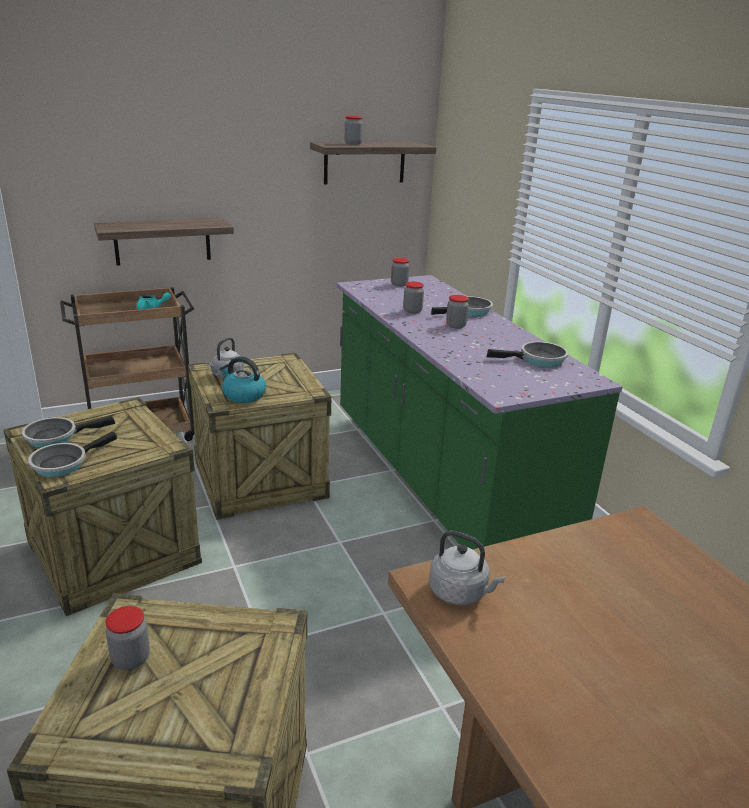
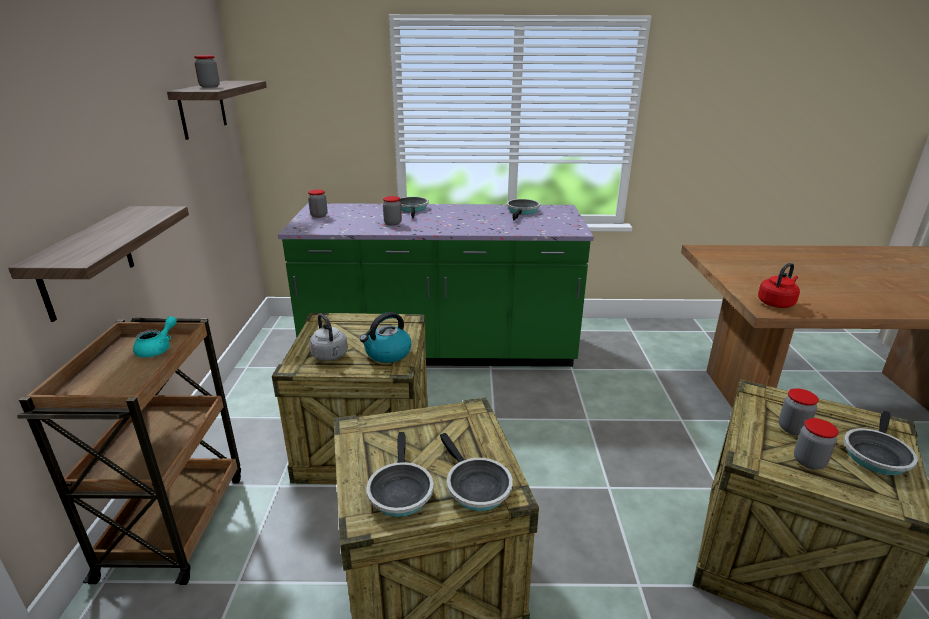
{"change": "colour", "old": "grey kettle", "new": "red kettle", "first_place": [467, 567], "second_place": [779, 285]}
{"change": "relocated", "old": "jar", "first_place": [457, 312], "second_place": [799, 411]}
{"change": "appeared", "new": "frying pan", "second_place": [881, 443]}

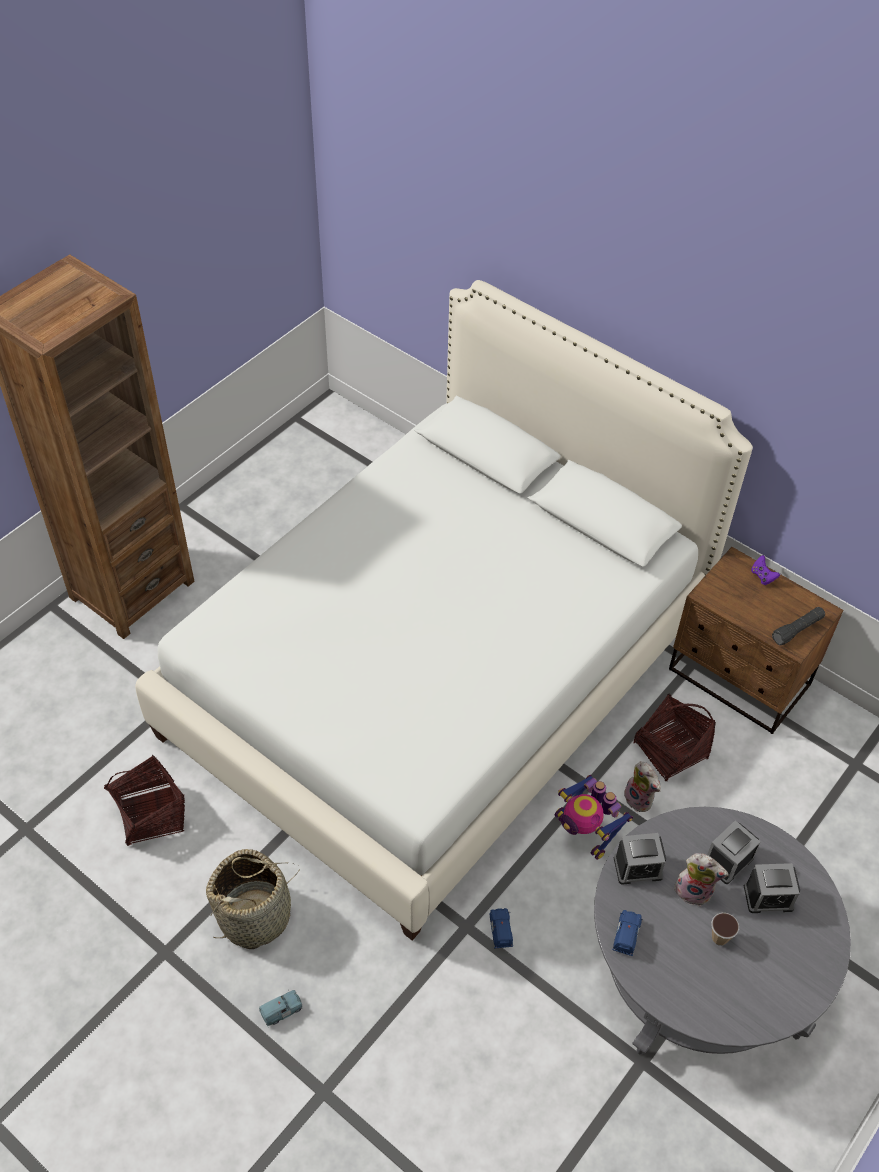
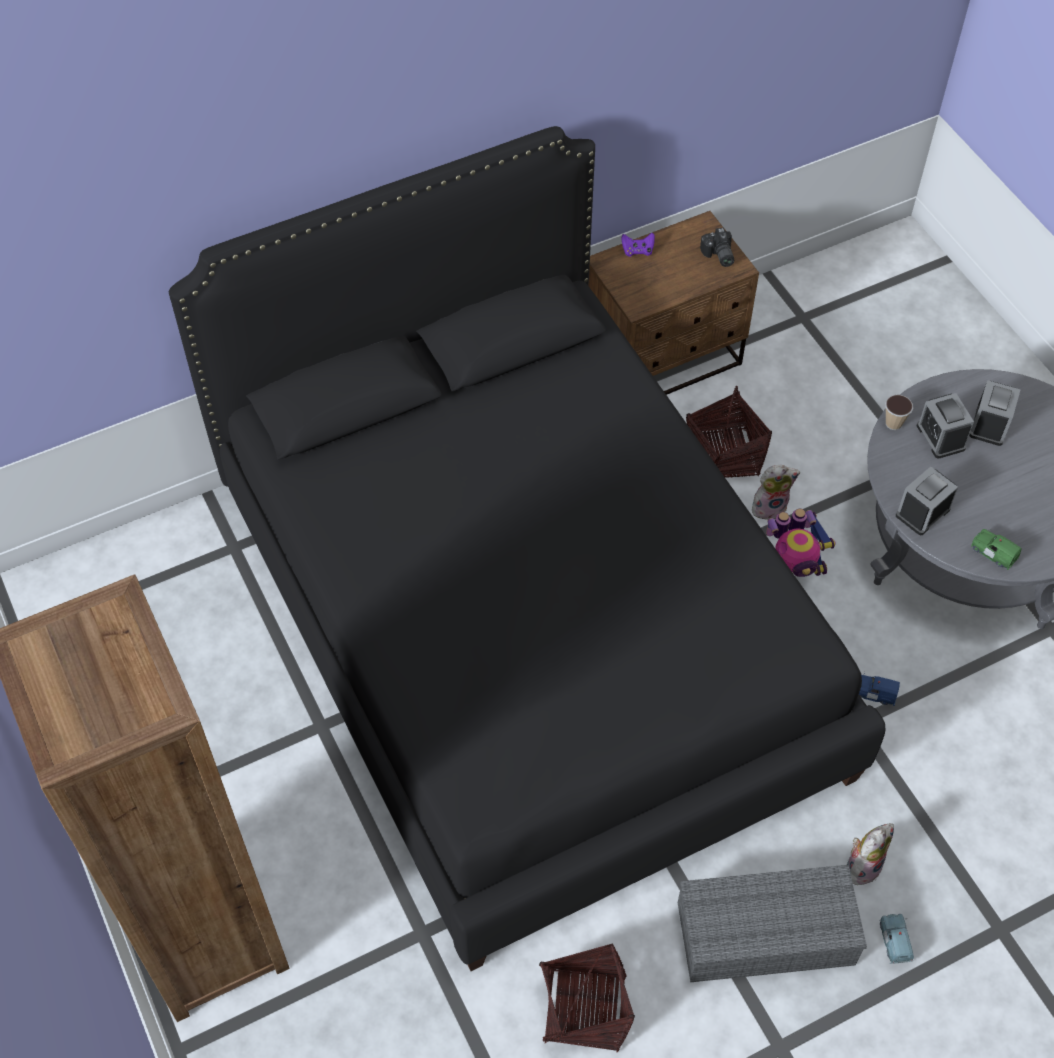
{"change": "colour", "old": "white bed", "new": "black bed", "first_place": [444, 610], "second_place": [527, 548]}
{"change": "exchanged", "old": "basket", "new": "grey storage box", "first_place": [252, 899], "second_place": [772, 923]}
{"change": "colour", "old": "blue toy car", "new": "green toy car", "first_place": [627, 933], "second_place": [996, 549]}
{"change": "spun", "old": "alarm clock", "first_place": [640, 859], "second_place": [927, 500], "degrees": -150}
{"change": "relocated", "old": "plush toy", "first_place": [701, 879], "second_place": [870, 854]}
{"change": "relocated", "old": "cup", "first_place": [725, 929], "second_place": [899, 412]}
{"change": "exchanged", "old": "black flashlight", "new": "photo camera", "first_place": [798, 626], "second_place": [717, 247]}

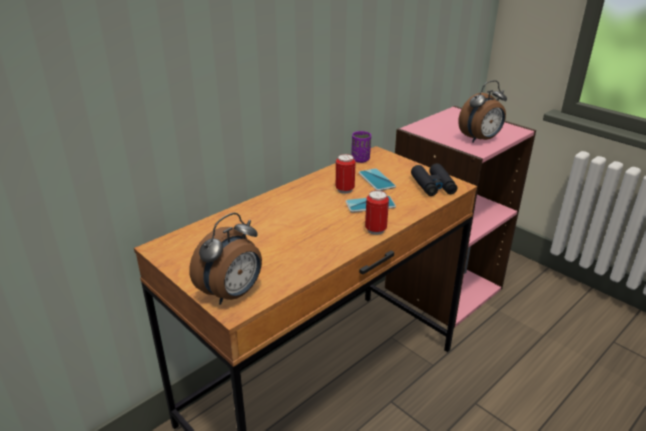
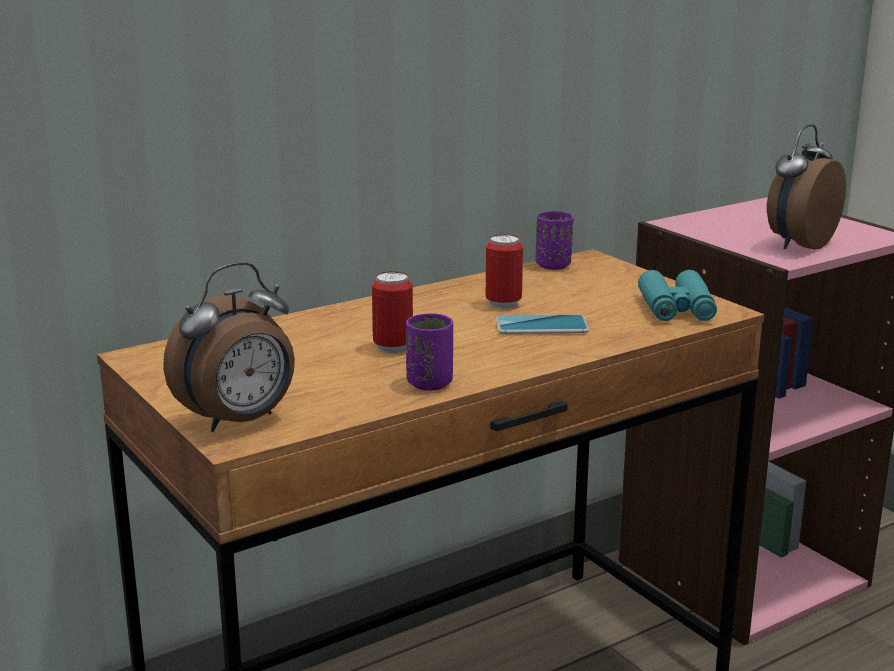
{"change": "missing", "old": "phone", "first_place": [377, 179]}
{"change": "relocated", "old": "can", "first_place": [377, 212], "second_place": [392, 312]}
{"change": "colour", "old": "black binoculars", "new": "turquoise binoculars", "first_place": [434, 179], "second_place": [677, 295]}
{"change": "spun", "old": "alarm clock", "first_place": [482, 111], "second_place": [806, 187], "degrees": 150}
{"change": "appeared", "new": "purple cup", "second_place": [429, 352]}

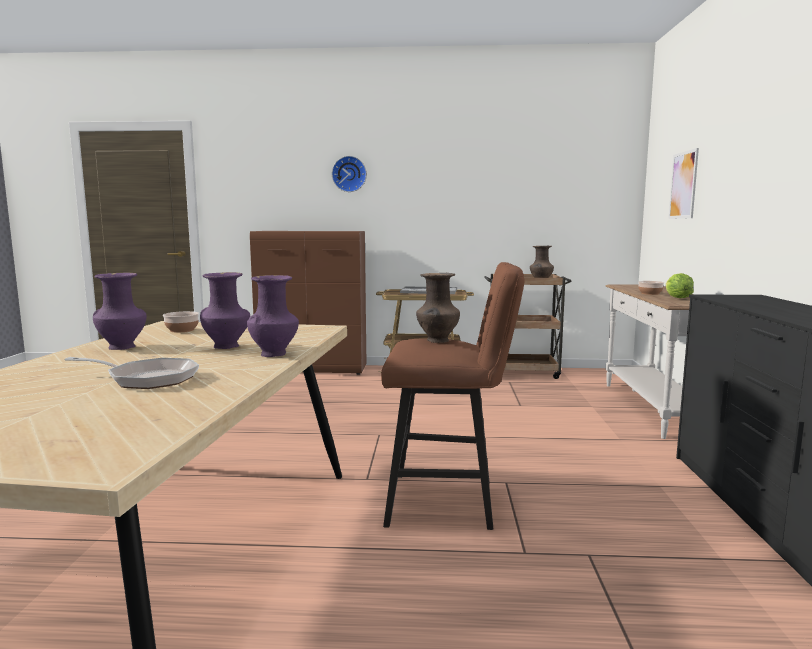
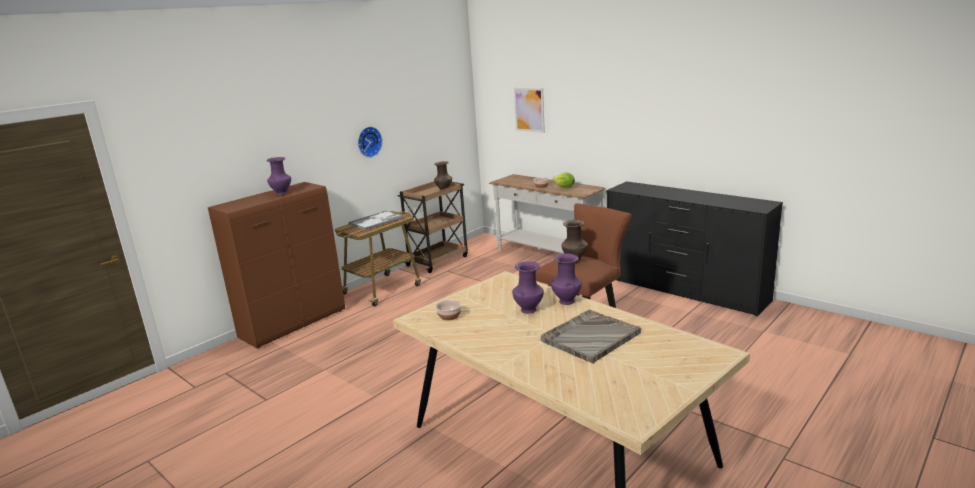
{"change": "exchanged", "old": "frying pan", "new": "grey tray", "first_place": [131, 373], "second_place": [591, 336]}
{"change": "relocated", "old": "purple vase", "first_place": [120, 311], "second_place": [278, 176]}
{"change": "relocated", "old": "wall clock", "first_place": [349, 174], "second_place": [370, 142]}

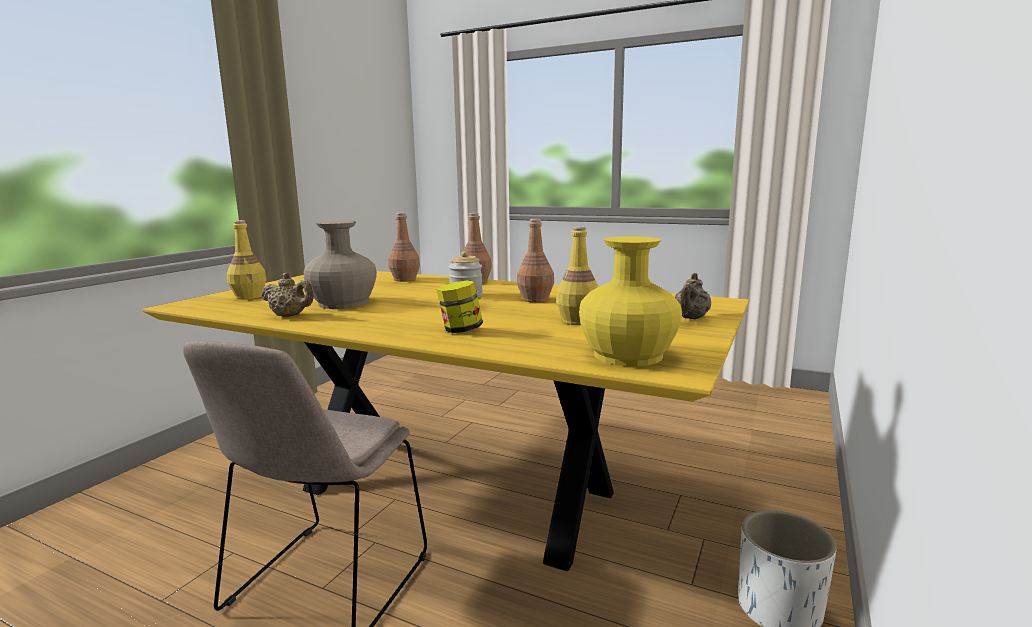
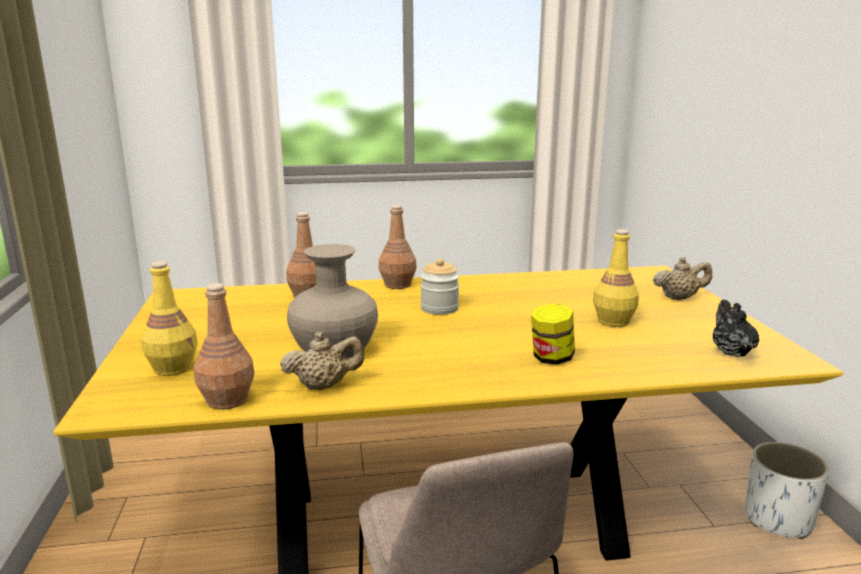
{"change": "relocated", "old": "brown bottle", "first_place": [535, 260], "second_place": [224, 346]}
{"change": "exchanged", "old": "yellow vase", "new": "black teapot", "first_place": [630, 301], "second_place": [736, 328]}
{"change": "spun", "old": "beige teapot", "first_place": [693, 296], "second_place": [682, 278], "degrees": -90}

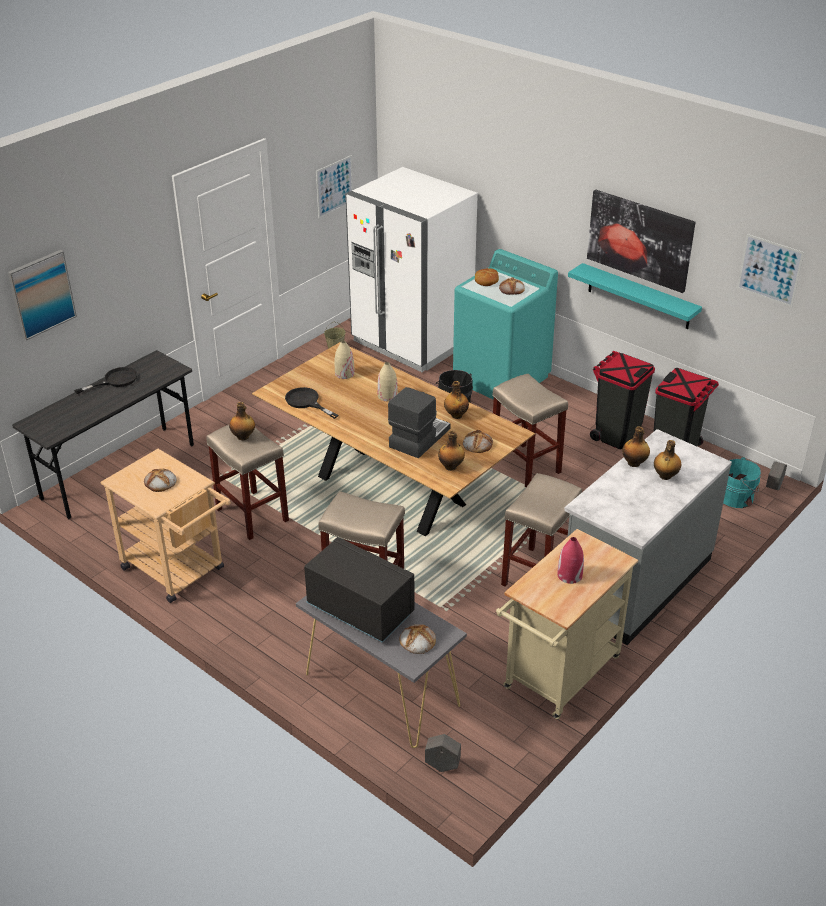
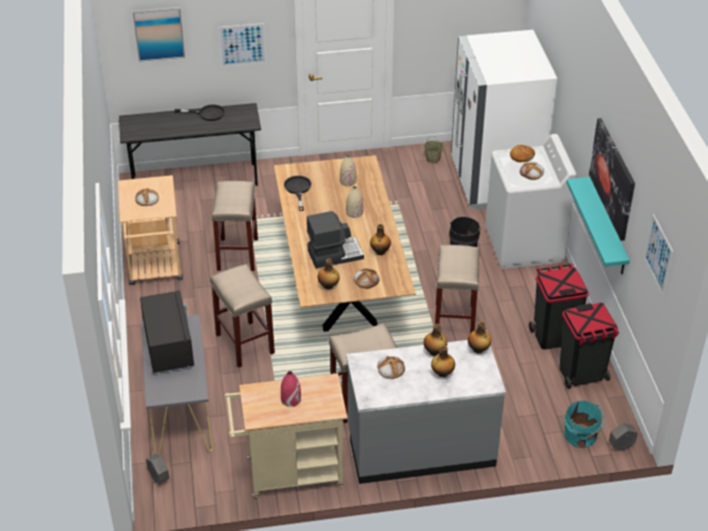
{"change": "relocated", "old": "bottle", "first_place": [242, 421], "second_place": [479, 337]}
{"change": "relocated", "old": "picture", "first_place": [334, 186], "second_place": [242, 45]}
{"change": "relocated", "old": "bread", "first_place": [417, 639], "second_place": [391, 367]}
{"change": "colour", "old": "turquoise washing machine", "new": "white washing machine", "first_place": [505, 324], "second_place": [531, 201]}

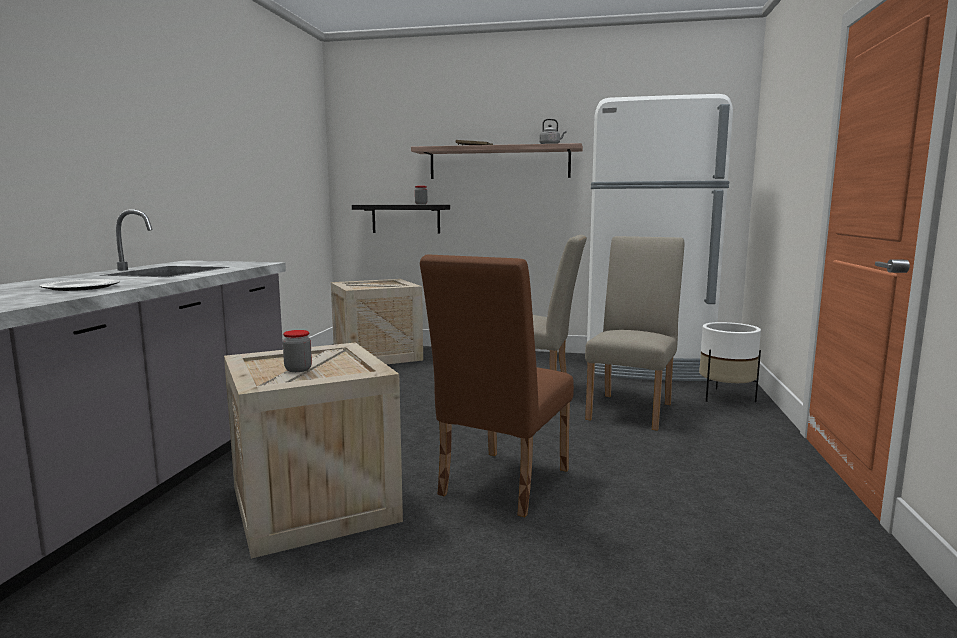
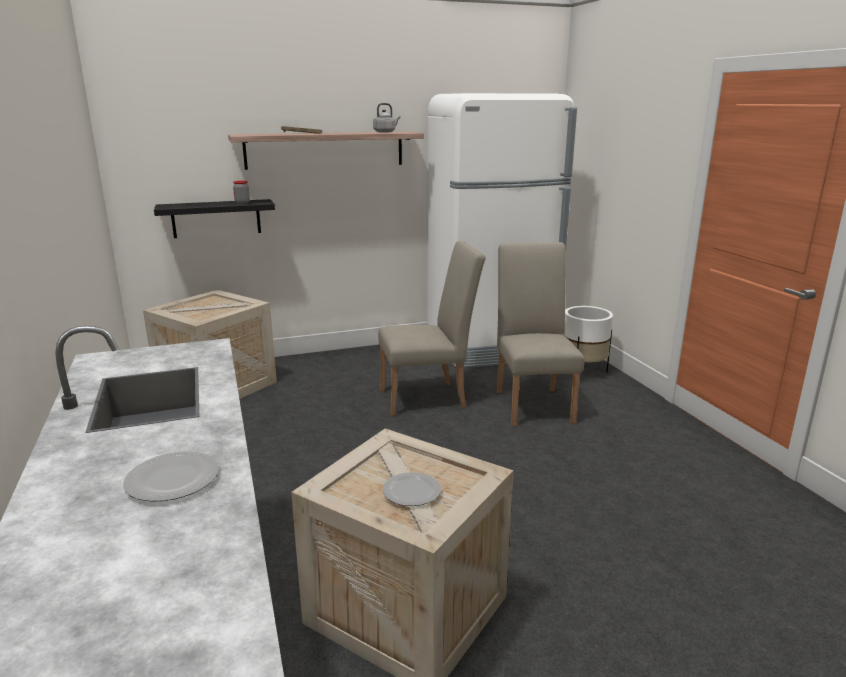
{"change": "exchanged", "old": "jar", "new": "plate", "first_place": [297, 351], "second_place": [412, 489]}
{"change": "missing", "old": "brown chair", "first_place": [497, 386]}

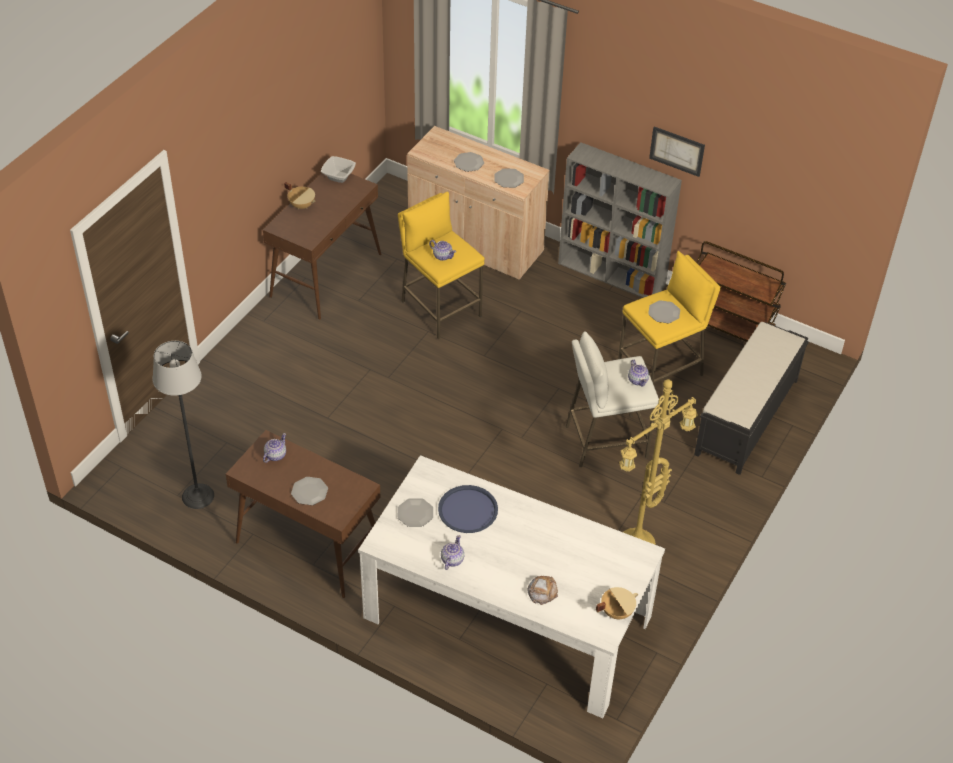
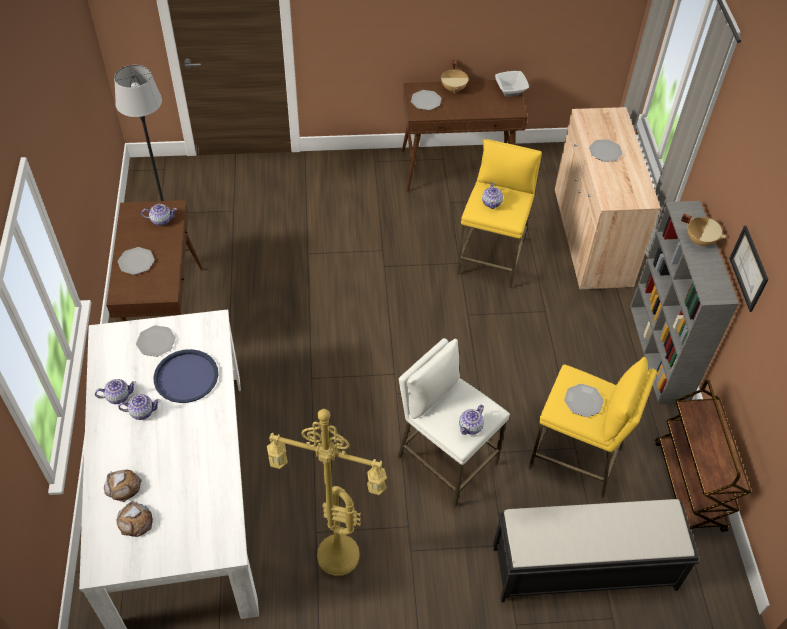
{"change": "relocated", "old": "plate", "first_place": [509, 178], "second_place": [426, 100]}
{"change": "relocated", "old": "beige cooking pot", "first_place": [617, 603], "second_place": [703, 230]}
{"change": "appeared", "new": "bread", "second_place": [134, 519]}
{"change": "appeared", "new": "teapot", "second_place": [139, 407]}

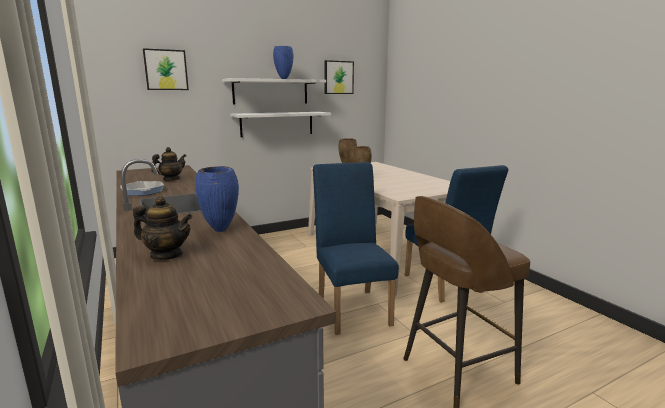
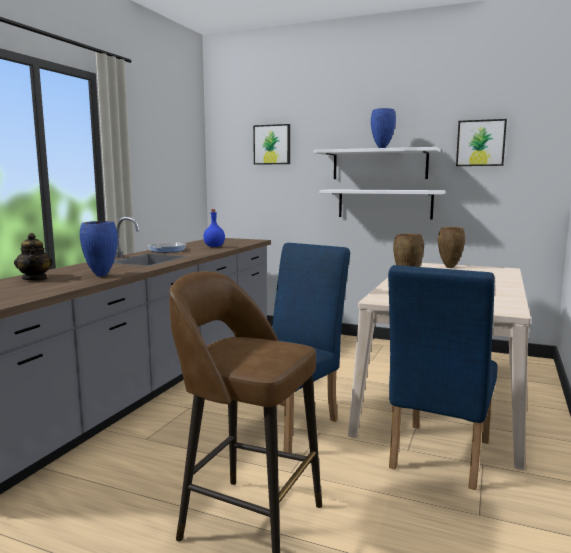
{"change": "exchanged", "old": "teapot", "new": "blue bottle", "first_place": [168, 164], "second_place": [214, 228]}

